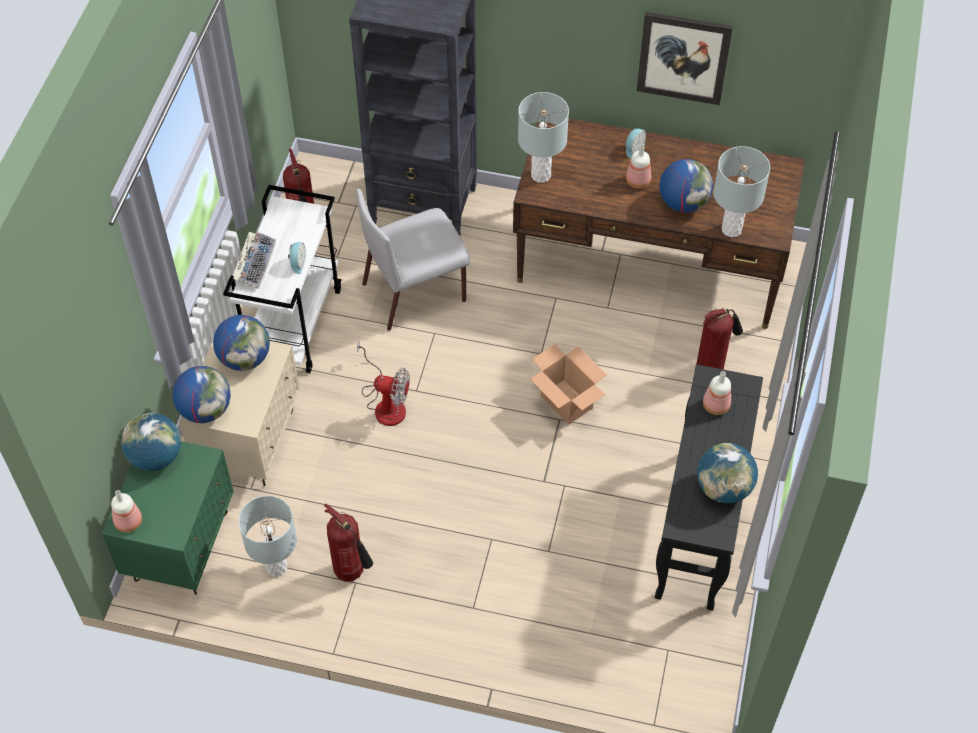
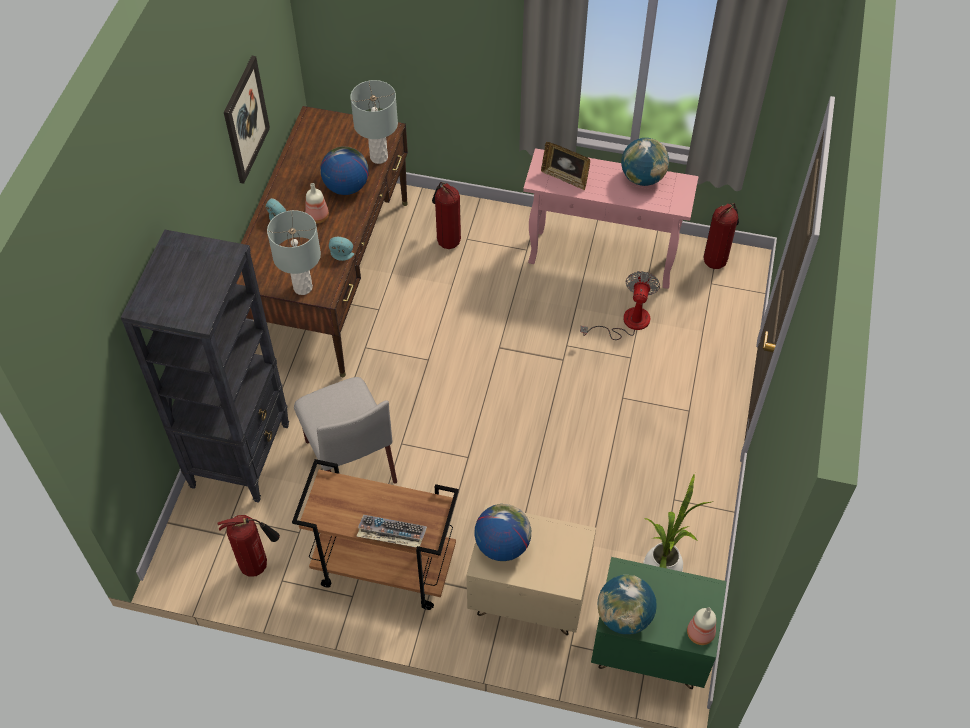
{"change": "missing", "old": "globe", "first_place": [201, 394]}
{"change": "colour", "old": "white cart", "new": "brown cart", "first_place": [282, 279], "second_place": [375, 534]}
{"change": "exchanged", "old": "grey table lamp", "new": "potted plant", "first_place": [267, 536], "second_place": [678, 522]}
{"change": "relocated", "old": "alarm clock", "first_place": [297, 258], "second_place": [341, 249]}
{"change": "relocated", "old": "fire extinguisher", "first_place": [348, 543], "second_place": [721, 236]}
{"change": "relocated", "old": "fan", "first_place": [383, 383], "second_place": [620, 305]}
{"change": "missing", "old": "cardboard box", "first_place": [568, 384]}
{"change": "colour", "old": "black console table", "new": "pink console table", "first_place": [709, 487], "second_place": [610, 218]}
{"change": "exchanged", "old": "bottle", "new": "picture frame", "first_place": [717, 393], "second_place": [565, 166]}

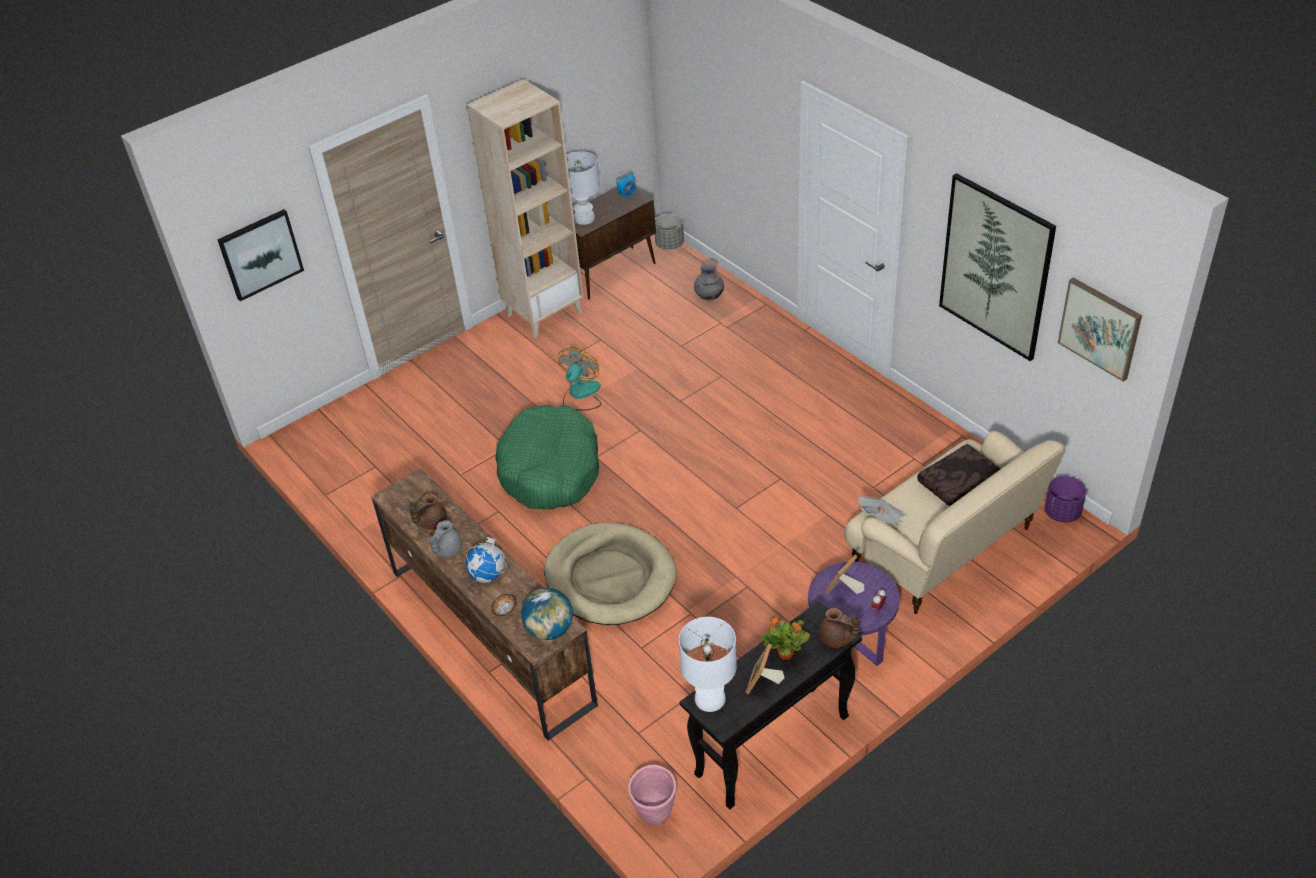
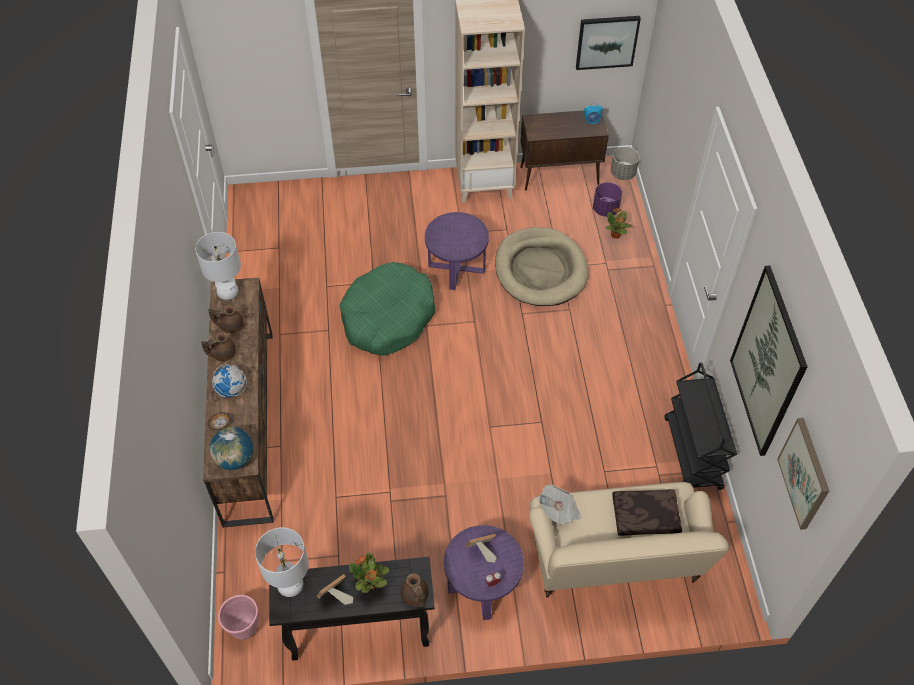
{"change": "relocated", "old": "picture", "first_place": [261, 255], "second_place": [608, 43]}
{"change": "colour", "old": "grey teapot", "new": "brown teapot", "first_place": [445, 539], "second_place": [218, 346]}
{"change": "relocated", "old": "beige dog bed", "first_place": [610, 573], "second_place": [542, 266]}
{"change": "exchanged", "old": "fan", "new": "purple side table", "first_place": [579, 379], "second_place": [457, 251]}
{"change": "relocated", "old": "white table lamp", "first_place": [583, 188], "second_place": [218, 266]}
{"change": "exchanged", "old": "grey vase", "new": "potted plant", "first_place": [709, 282], "second_place": [619, 223]}
{"change": "relocated", "old": "purple planter", "first_place": [1065, 499], "second_place": [607, 199]}
{"change": "appeared", "new": "black cart", "second_place": [700, 426]}

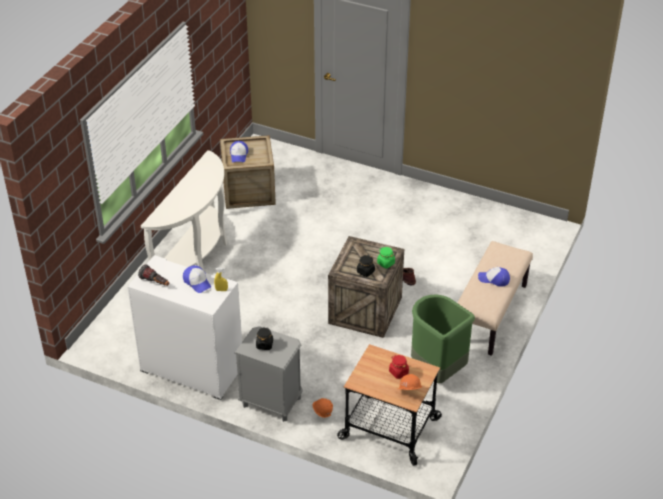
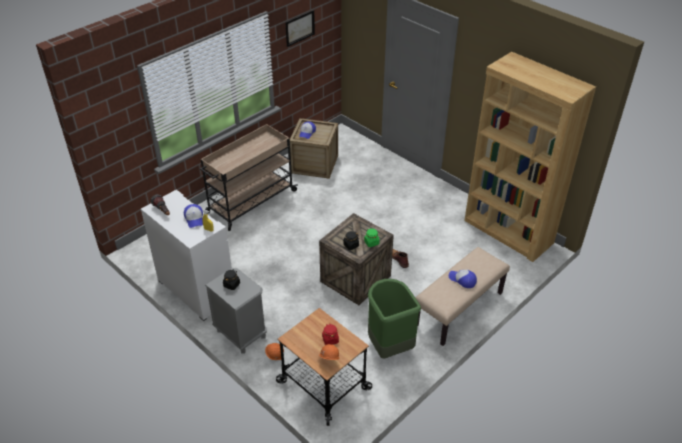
{"change": "exchanged", "old": "white console table", "new": "beige cart", "first_place": [184, 210], "second_place": [249, 177]}
{"change": "appeared", "new": "picture", "second_place": [300, 28]}
{"change": "appeared", "new": "brown bookcase", "second_place": [530, 157]}

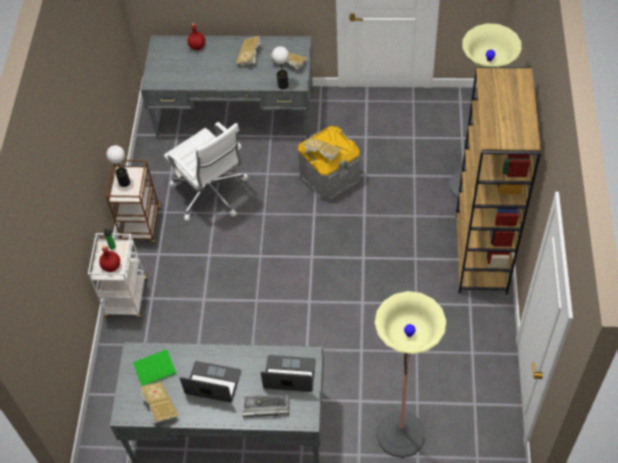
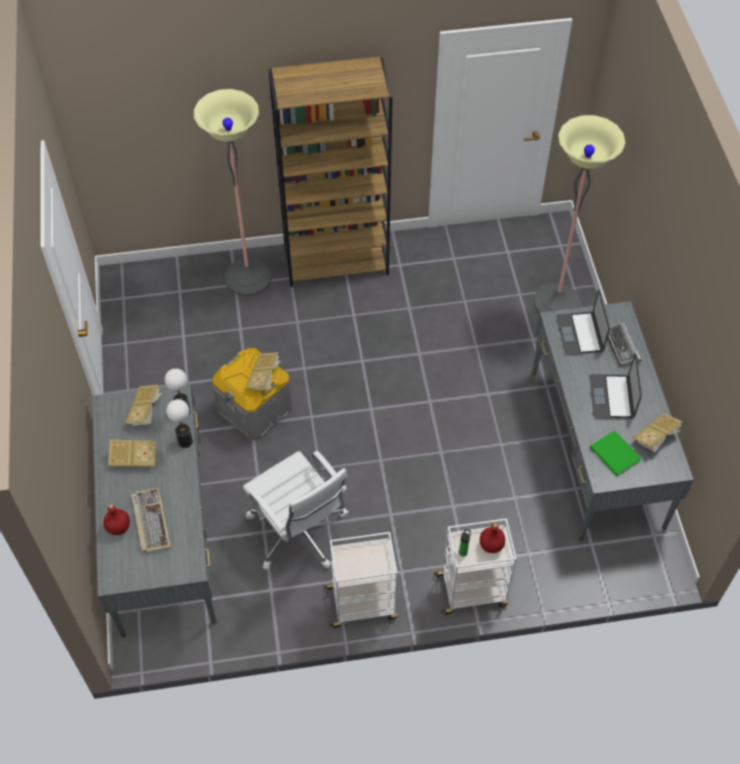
{"change": "relocated", "old": "table lamp", "first_place": [118, 166], "second_place": [179, 423]}
{"change": "colour", "old": "brown cart", "new": "white cart", "first_place": [133, 202], "second_place": [361, 580]}
{"change": "spun", "old": "white office chair", "first_place": [206, 171], "second_place": [296, 510], "degrees": 105}
{"change": "appeared", "new": "keyboard", "second_place": [151, 519]}

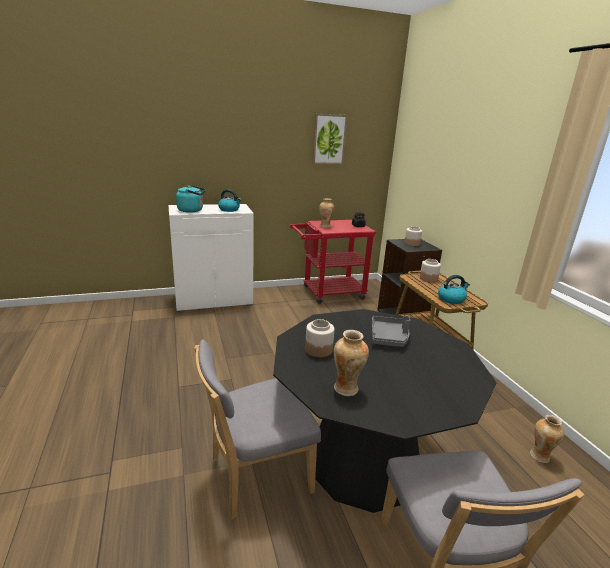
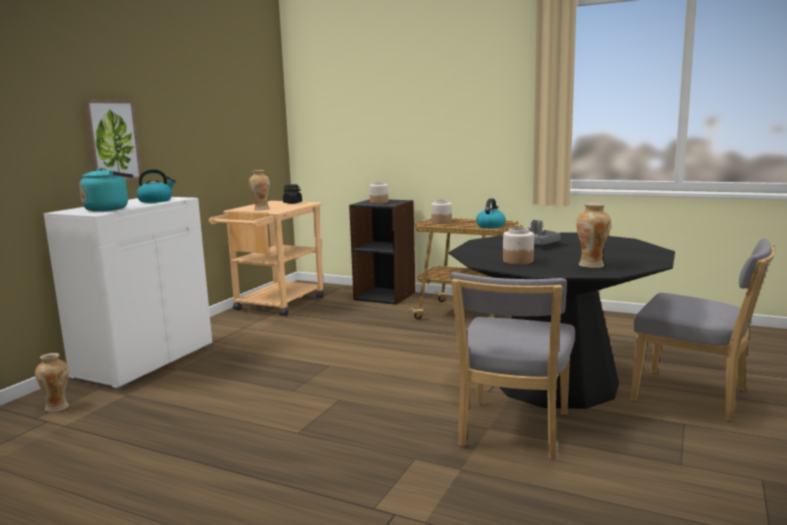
{"change": "colour", "old": "red cart", "new": "beige cart", "first_place": [333, 262], "second_place": [266, 258]}
{"change": "relocated", "old": "picture", "first_place": [330, 139], "second_place": [113, 140]}
{"change": "relocated", "old": "vase", "first_place": [547, 439], "second_place": [52, 382]}

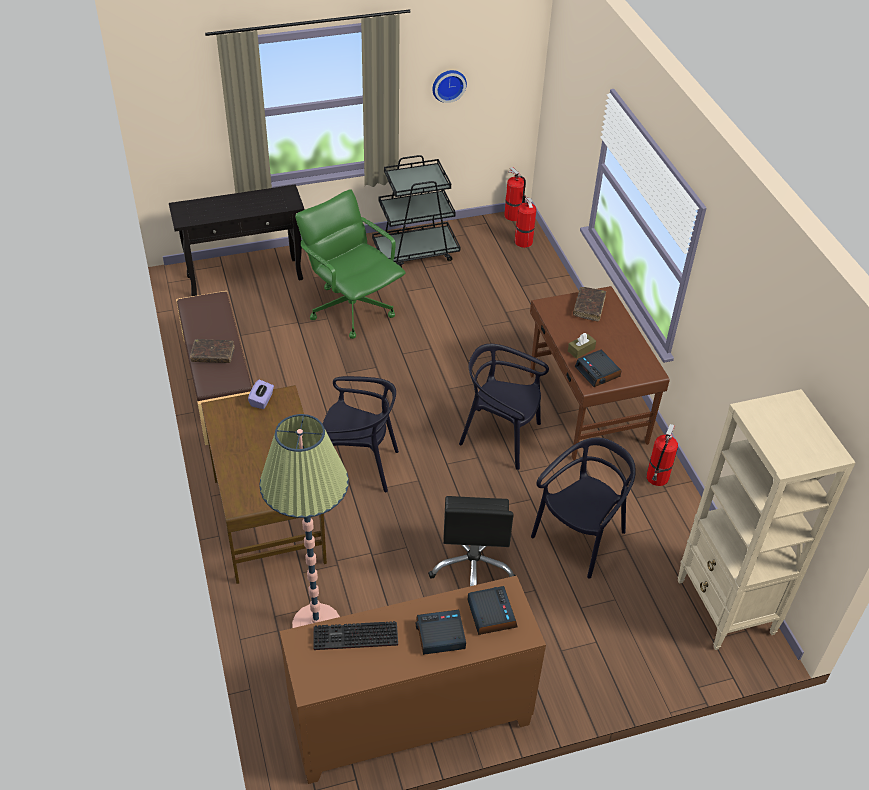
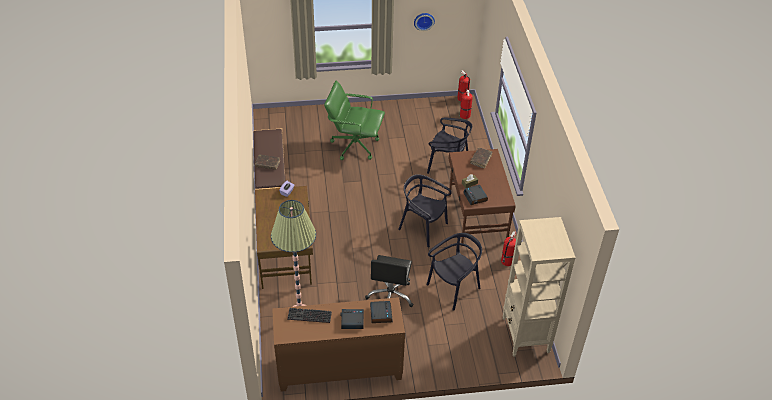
{"change": "missing", "old": "black console table", "first_place": [237, 240]}
{"change": "spun", "old": "green office chair", "first_place": [350, 264], "second_place": [354, 120], "degrees": -45}
{"change": "relocated", "old": "black chair", "first_place": [361, 434], "second_place": [449, 146]}
{"change": "missing", "old": "black cart", "first_place": [416, 211]}

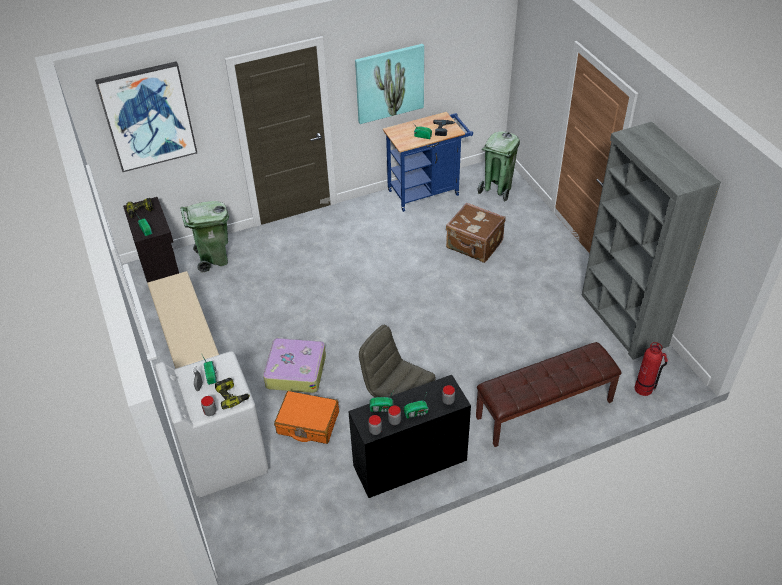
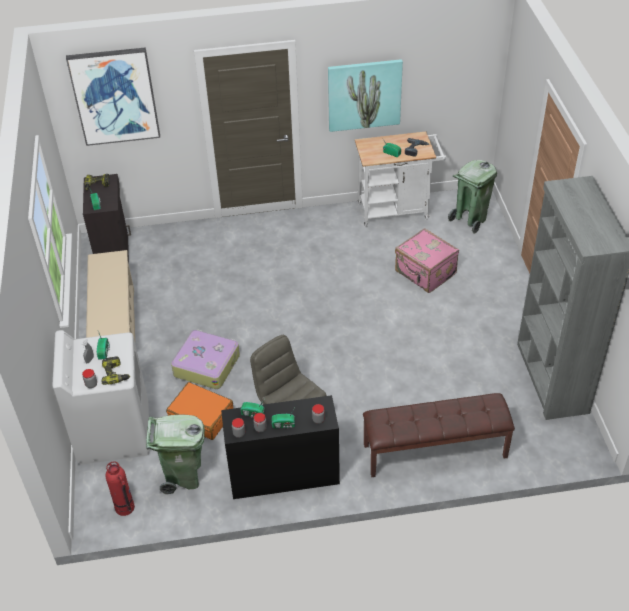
{"change": "relocated", "old": "green trash can", "first_place": [205, 237], "second_place": [175, 454]}
{"change": "colour", "old": "blue cart", "new": "white cart", "first_place": [428, 162], "second_place": [400, 179]}
{"change": "colour", "old": "brown suitcase", "new": "pink suitcase", "first_place": [476, 232], "second_place": [427, 260]}
{"change": "relocated", "old": "fire extinguisher", "first_place": [651, 369], "second_place": [120, 489]}

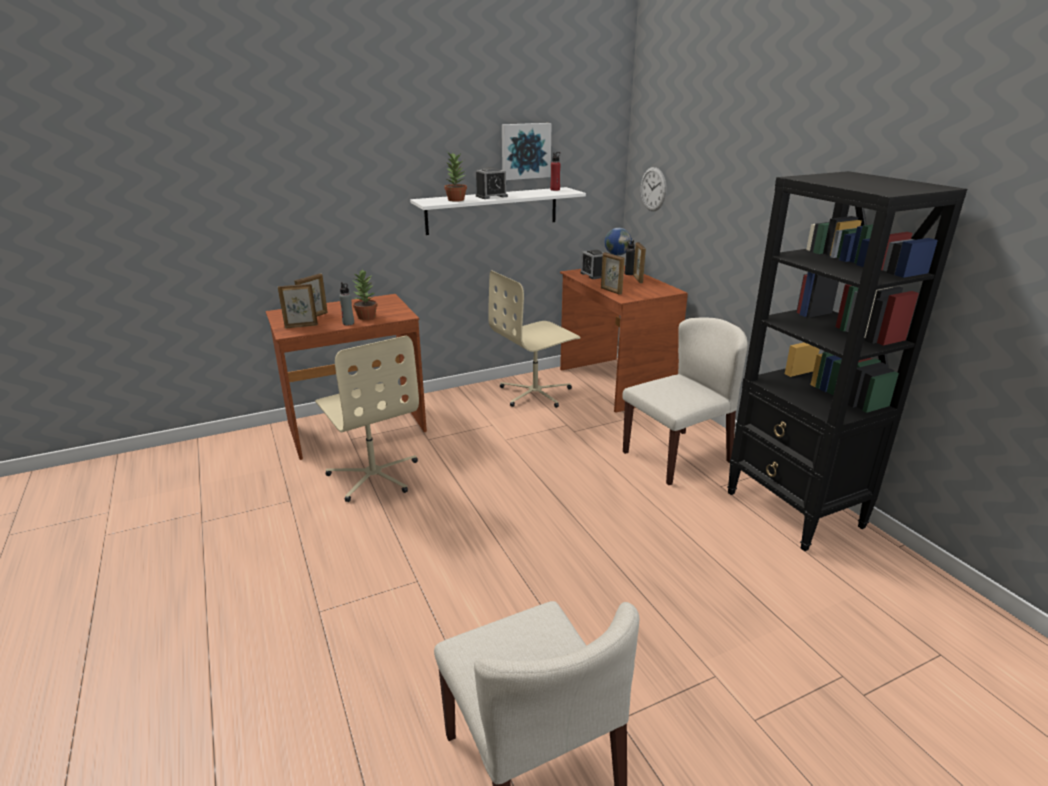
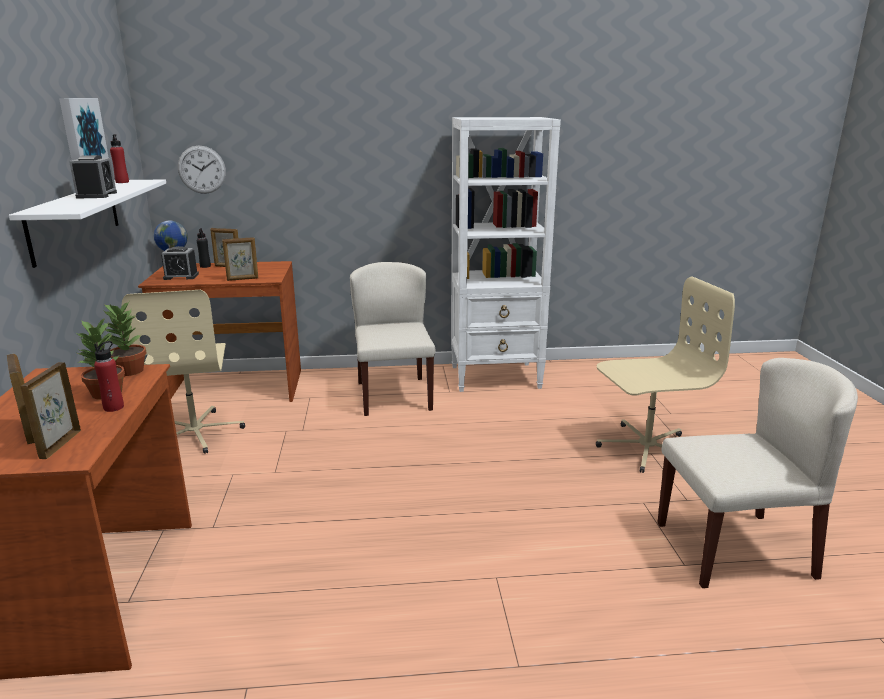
{"change": "relocated", "old": "beige office chair", "first_place": [367, 419], "second_place": [665, 374]}
{"change": "colour", "old": "grey bottle", "new": "red bottle", "first_place": [346, 304], "second_place": [109, 376]}
{"change": "relocated", "old": "potted plant", "first_place": [455, 177], "second_place": [125, 339]}
{"change": "colour", "old": "black bookcase", "new": "white bookcase", "first_place": [847, 361], "second_place": [506, 254]}

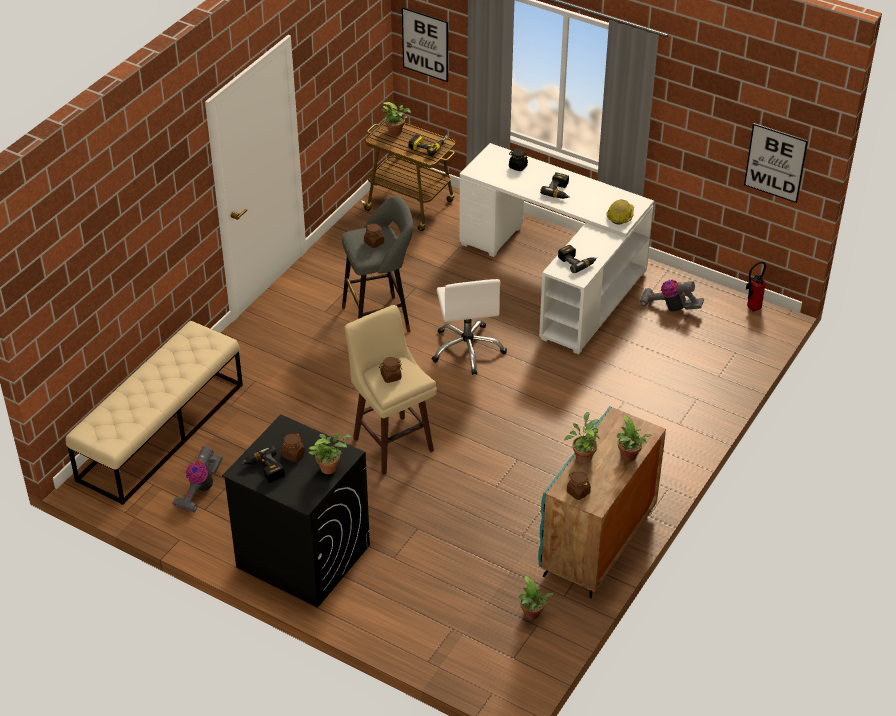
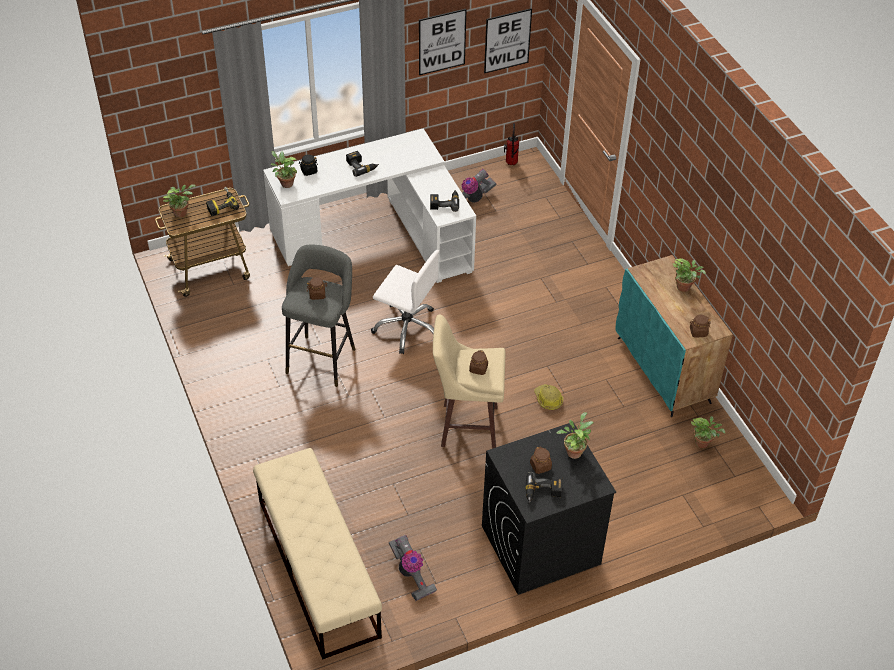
{"change": "relocated", "old": "picture", "first_place": [425, 44], "second_place": [443, 42]}
{"change": "relocated", "old": "potted plant", "first_place": [582, 437], "second_place": [284, 169]}
{"change": "relocated", "old": "hard hat", "first_place": [620, 212], "second_place": [548, 397]}

